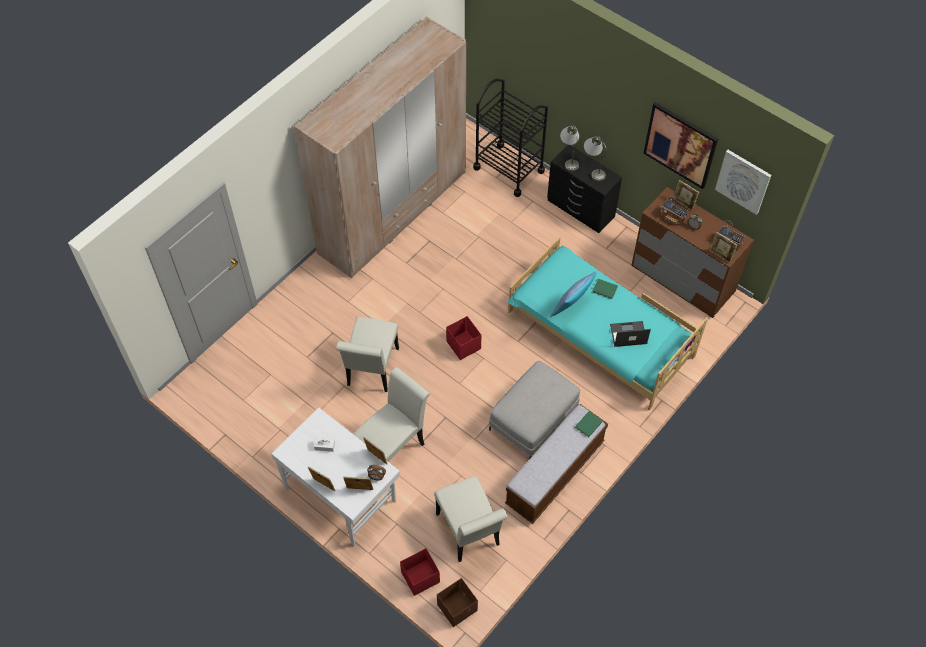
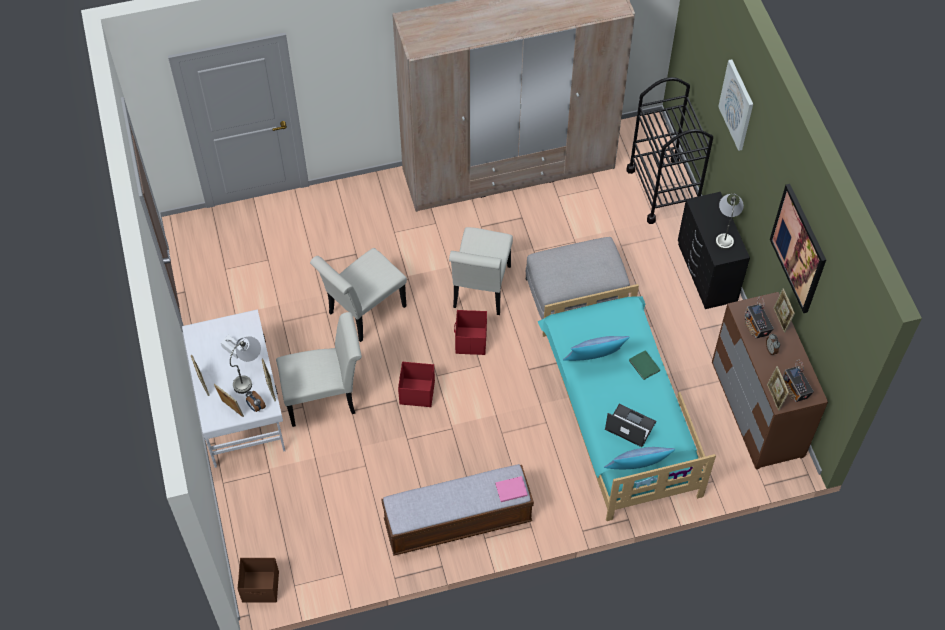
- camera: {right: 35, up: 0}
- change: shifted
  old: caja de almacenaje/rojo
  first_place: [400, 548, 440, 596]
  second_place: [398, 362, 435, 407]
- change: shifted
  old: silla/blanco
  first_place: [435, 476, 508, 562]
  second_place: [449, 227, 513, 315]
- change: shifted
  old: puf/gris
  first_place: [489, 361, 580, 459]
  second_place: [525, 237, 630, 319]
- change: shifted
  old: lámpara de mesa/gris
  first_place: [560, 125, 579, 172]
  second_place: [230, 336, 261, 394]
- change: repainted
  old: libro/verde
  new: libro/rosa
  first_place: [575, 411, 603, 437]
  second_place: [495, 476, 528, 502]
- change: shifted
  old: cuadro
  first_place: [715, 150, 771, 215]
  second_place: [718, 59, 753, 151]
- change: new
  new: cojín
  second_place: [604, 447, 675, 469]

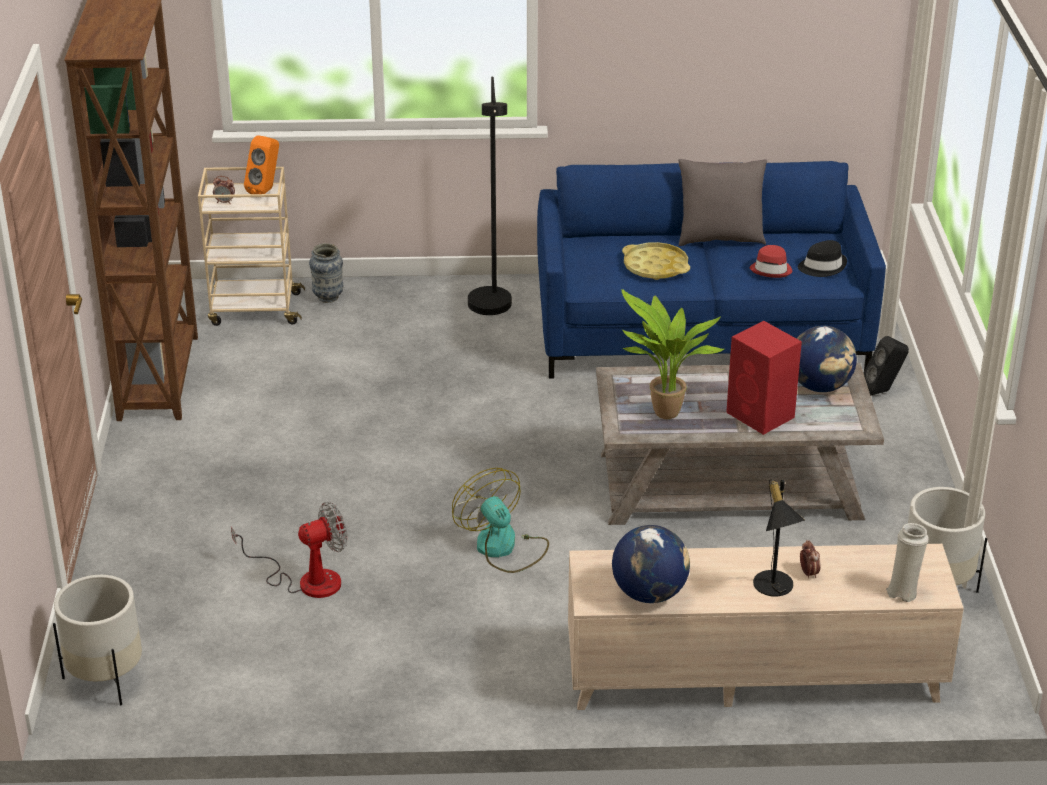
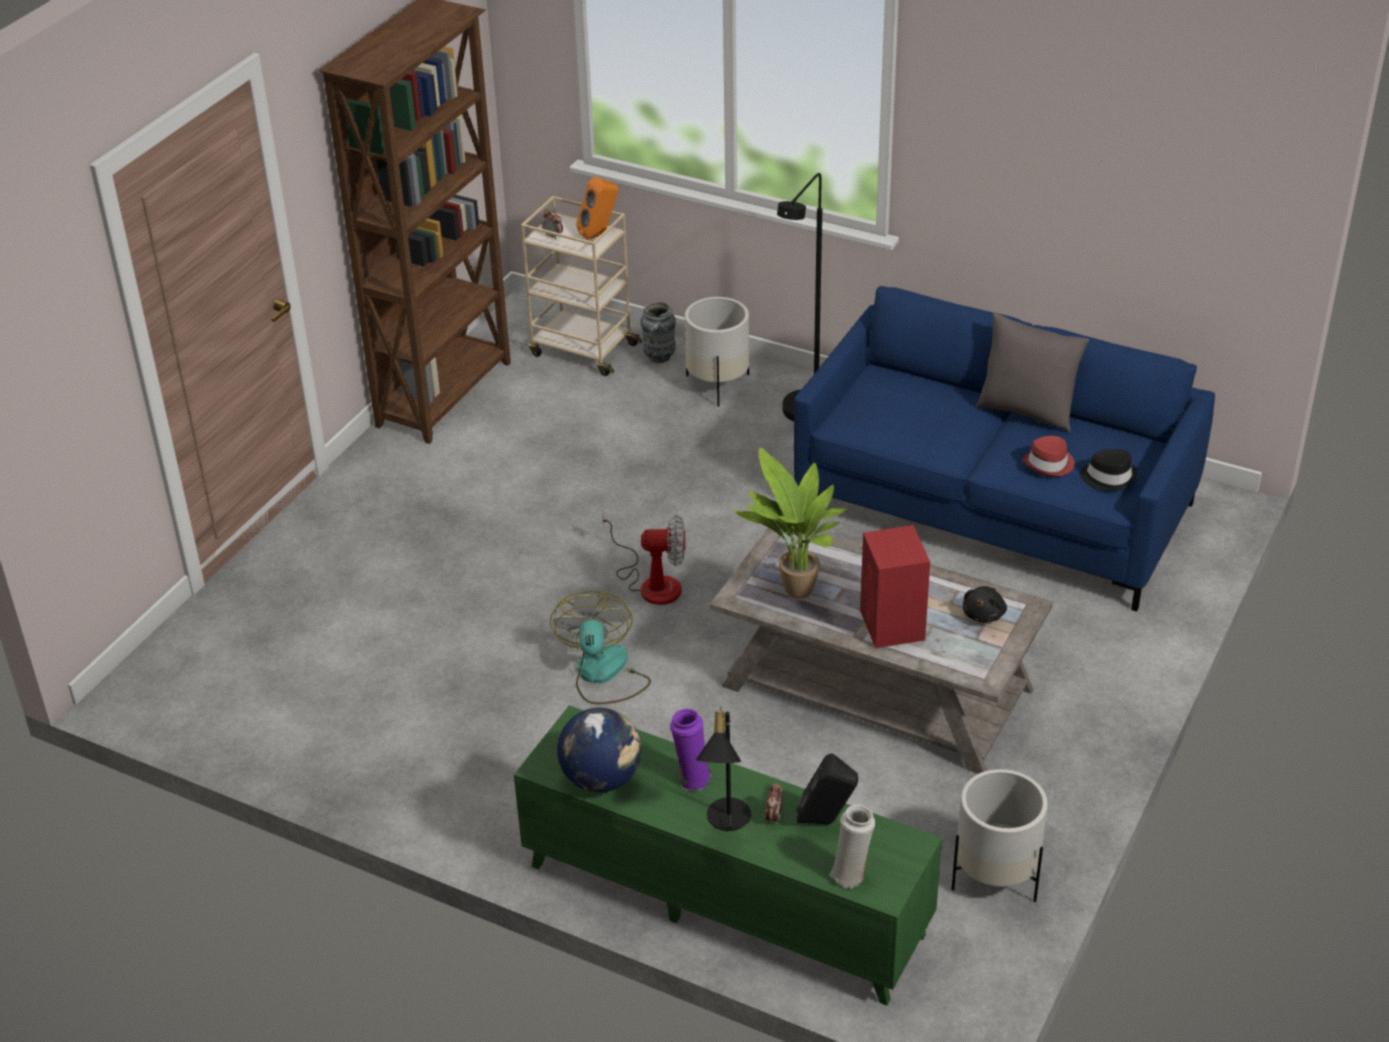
- camera: {right: 30, up: 5}
- change: shifted
  old: maceta/blanco
  first_place: [53, 575, 142, 706]
  second_place: [685, 297, 750, 407]
- change: shifted
  old: ventilador
  first_place: [231, 502, 348, 598]
  second_place: [602, 511, 685, 605]
- change: repainted
  old: mueble de televisión/beis
  new: mueble de televisión/verde
  first_place: [568, 544, 964, 710]
  second_place: [514, 705, 942, 1006]
- change: gone
  old: bandeja/amarillo
  first_place: [622, 242, 690, 280]
- change: swapped
  old: globo terráqueo
  new: peluche/negro
  first_place: [796, 325, 857, 392]
  second_place: [963, 586, 1007, 623]
- change: shifted
  old: altavoz/negro
  first_place: [864, 336, 909, 396]
  second_place: [796, 753, 858, 825]
- change: new
  new: florero/morado
  second_place: [670, 709, 712, 791]

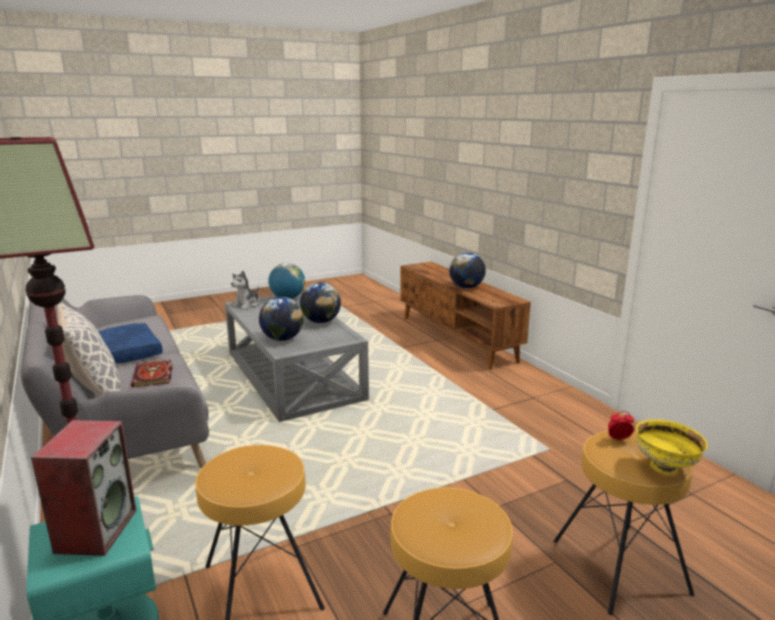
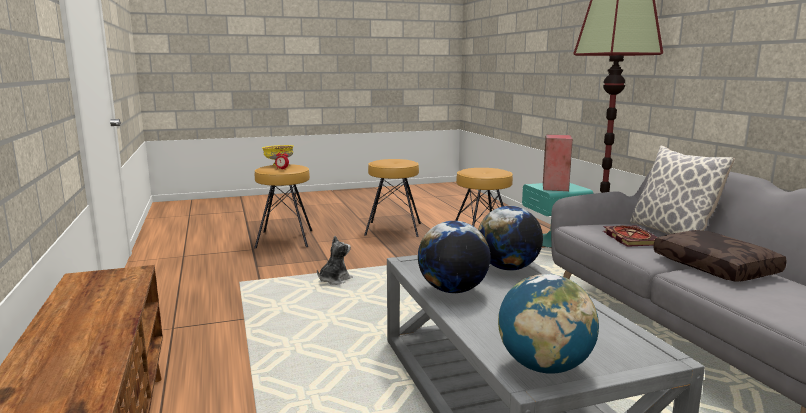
- camera: {right: -170, up: -5}
- change: repainted
  old: cojín/azul
  new: cojín/marrón
  first_place: [98, 323, 163, 364]
  second_place: [653, 230, 787, 282]
- change: shifted
  old: peluche
  first_place: [231, 270, 259, 310]
  second_place: [317, 236, 353, 285]
- change: gone
  old: globo terráqueo
  first_place: [449, 252, 486, 289]

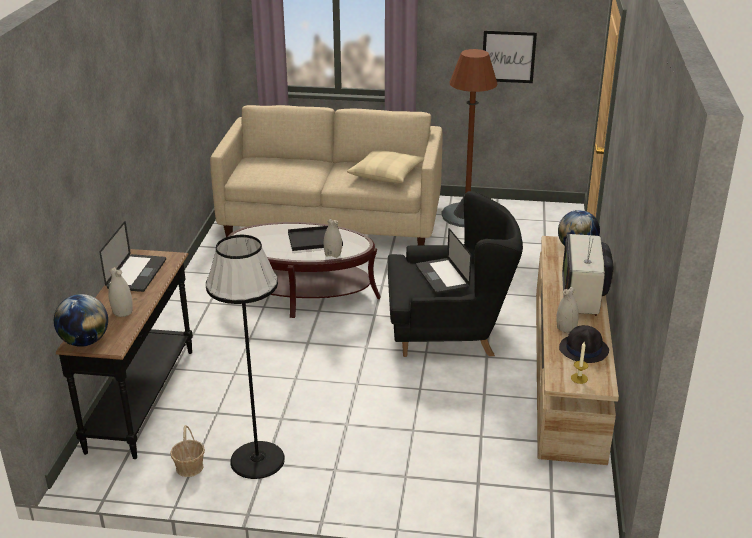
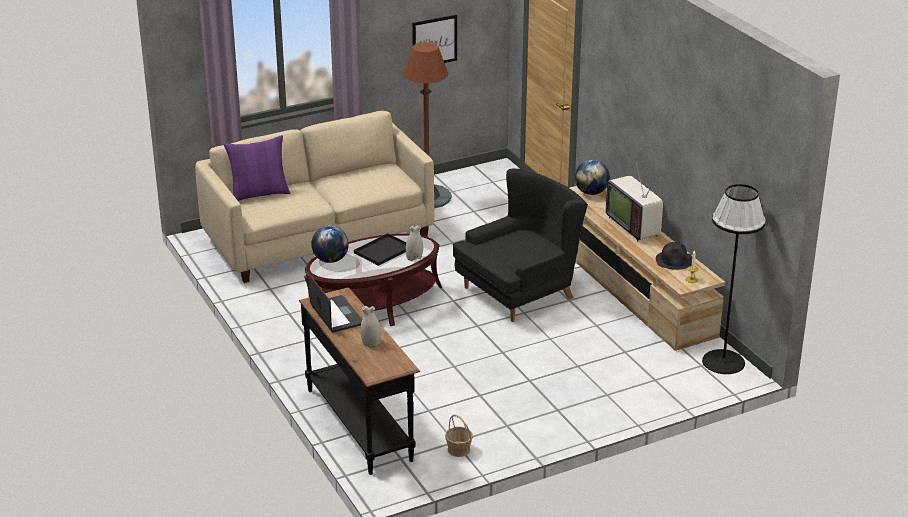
- camera: {right: -35, up: 0}
- change: shifted
  old: globo terráqueo
  first_place: [54, 294, 108, 347]
  second_place: [311, 226, 349, 263]
- change: shifted
  old: lámpara de pie/negro
  first_place: [206, 235, 285, 479]
  second_place: [702, 184, 766, 374]
- change: gone
  old: cojín/beis
  first_place: [347, 150, 424, 183]
- change: gone
  old: portátil
  first_place: [416, 228, 472, 294]
- change: gone
  old: florero/blanco
  first_place: [556, 287, 579, 333]
- change: new
  new: cojín/morado
  second_place: [224, 135, 290, 201]

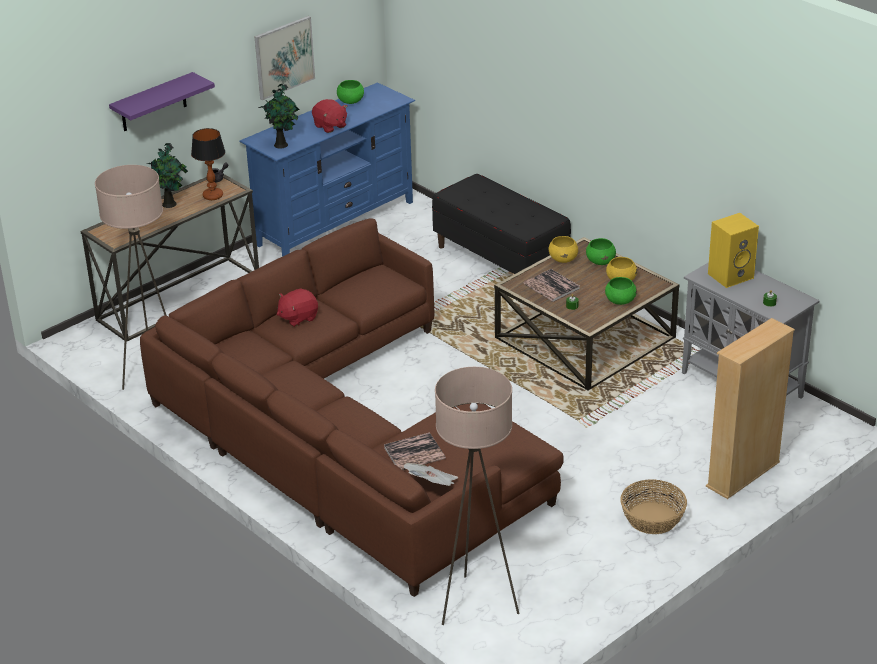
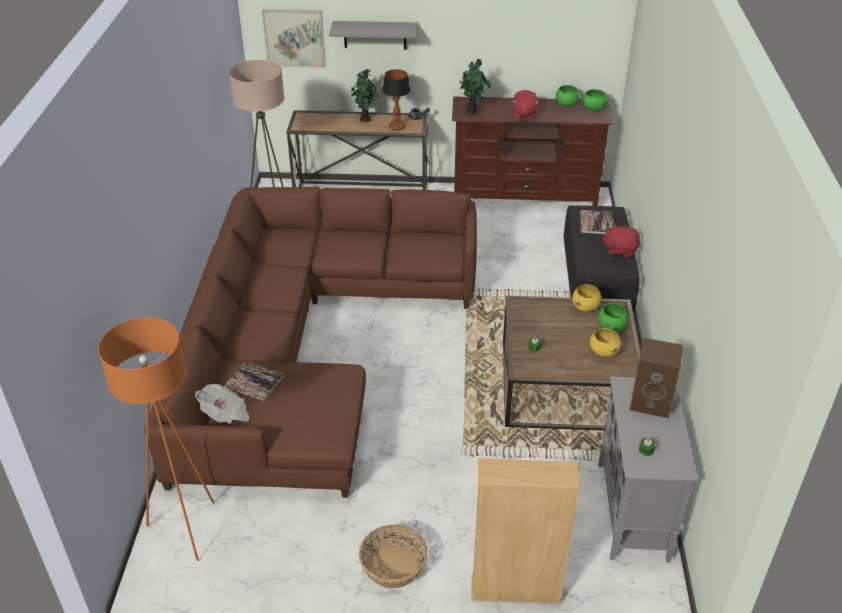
- camera: {right: 45, up: 5}
- change: repainted
  old: estante/morado
  new: estante/gris
  first_place: [109, 72, 215, 131]
  second_place: [329, 21, 417, 49]
- change: repainted
  old: mueble de televisión/azul
  new: mueble de televisión/marrón
  first_place: [239, 82, 415, 257]
  second_place: [452, 96, 614, 206]
- change: shifted
  old: cuadro
  first_place: [254, 16, 315, 100]
  second_place: [262, 9, 326, 68]
- change: shifted
  old: peluche/rojo
  first_place: [277, 288, 318, 327]
  second_place: [602, 224, 640, 258]
- change: repainted
  old: lámpara de pie/beis
  new: lámpara de pie/naranja
  first_place: [435, 367, 519, 625]
  second_place: [98, 317, 214, 561]
- change: shifted
  old: libro
  first_place: [523, 269, 580, 302]
  second_place: [580, 210, 614, 234]
- change: shifted
  old: cuenco/verde
  first_place: [605, 277, 637, 305]
  second_place: [583, 89, 607, 111]
- change: repainted
  old: altavoz/amarillo
  new: altavoz/marrón
  first_place: [708, 213, 759, 288]
  second_place: [630, 338, 683, 418]

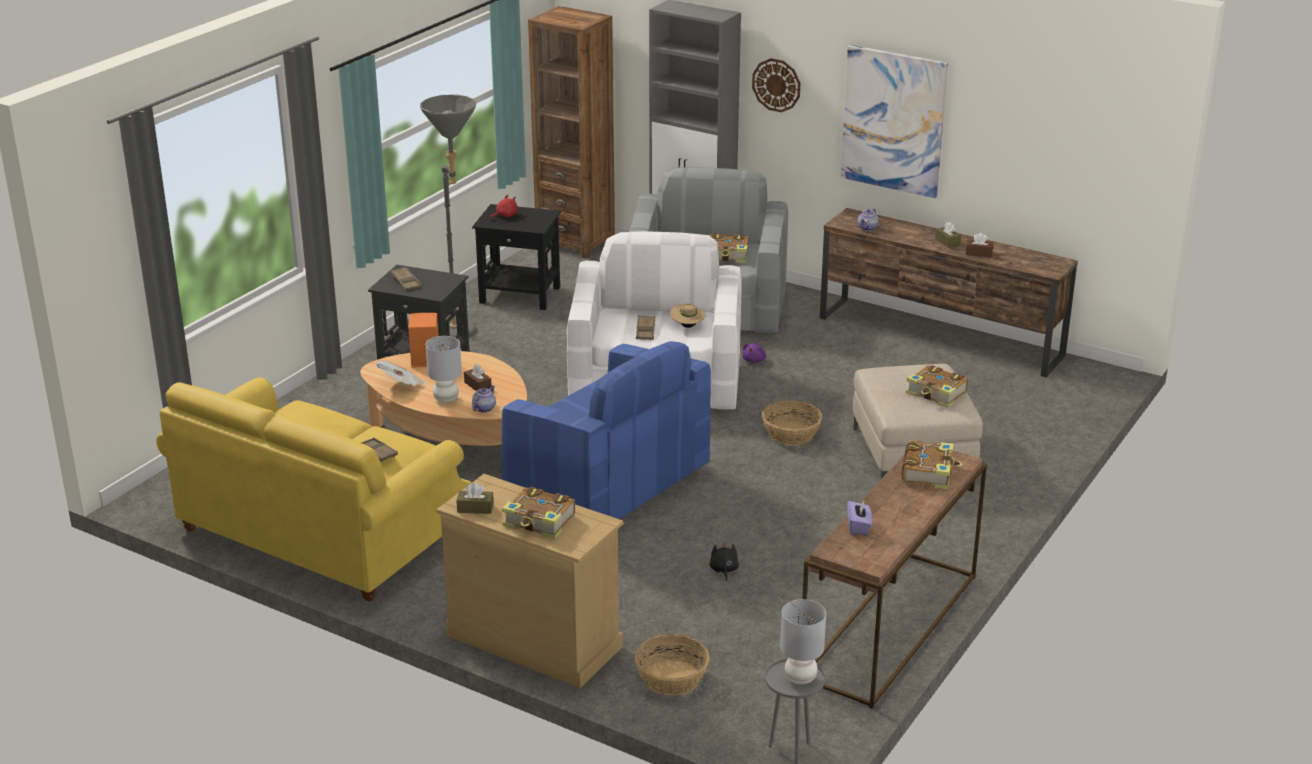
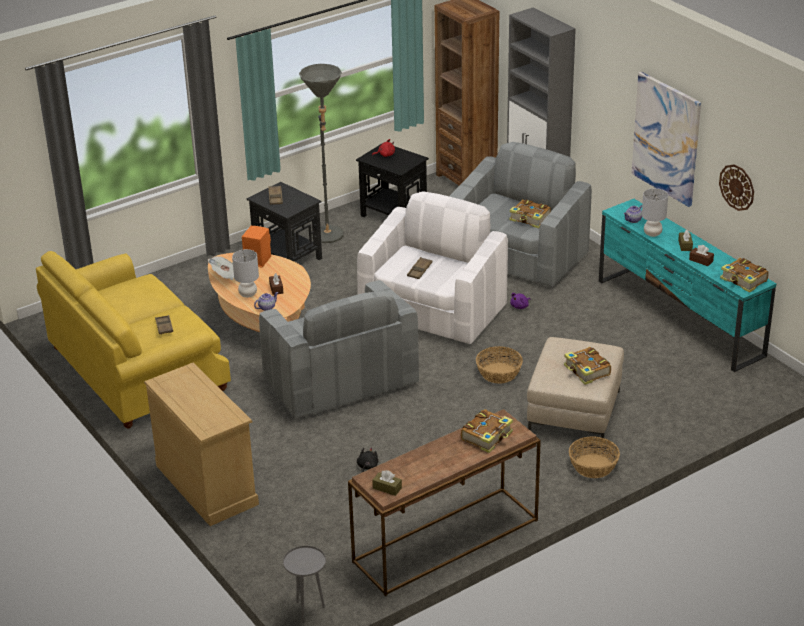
- camera: {right: 25, up: 5}
- change: shifted
  old: caja de pañuelos/marrón
  first_place: [457, 483, 494, 514]
  second_place: [372, 470, 402, 496]
- change: repainted
  old: sillón/azul
  new: sillón/gris
  first_place: [502, 341, 711, 519]
  second_place: [259, 280, 419, 419]
- change: shifted
  old: libro
  first_place: [502, 487, 575, 539]
  second_place: [720, 258, 769, 293]
- change: shifted
  old: cesta
  first_place: [635, 634, 710, 695]
  second_place: [569, 436, 620, 478]
- change: gone
  old: sombrero/beis
  first_place: [670, 303, 705, 328]
- change: shifted
  old: reloj de pared
  first_place: [752, 58, 800, 112]
  second_place: [719, 164, 754, 211]
- change: shifted
  old: lámpara de mesa/gris
  first_place: [780, 599, 826, 684]
  second_place: [642, 188, 668, 237]
- change: repainted
  old: mueble de televisión/marrón
  new: mueble de televisión/turquesa
  first_place: [820, 208, 1078, 378]
  second_place: [599, 199, 776, 372]
- change: gone
  old: caja de pañuelos/morado
  first_place: [847, 500, 872, 534]

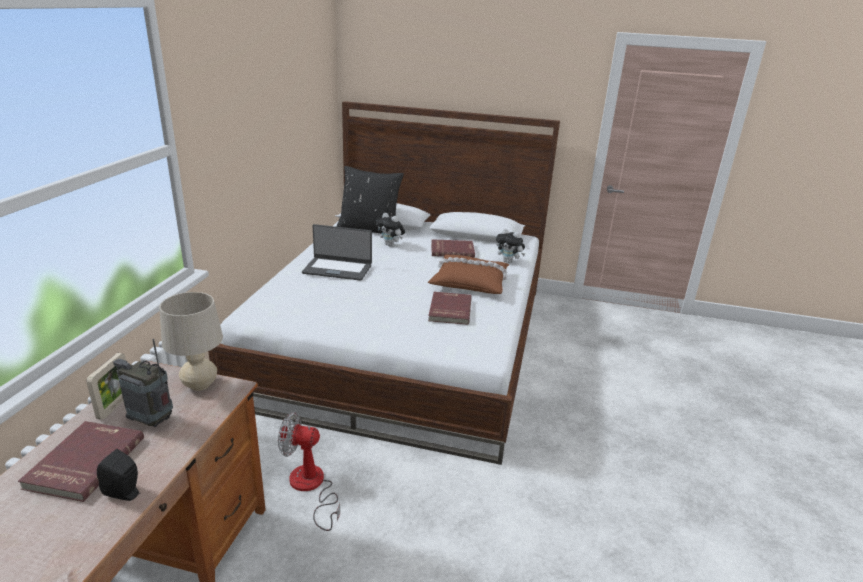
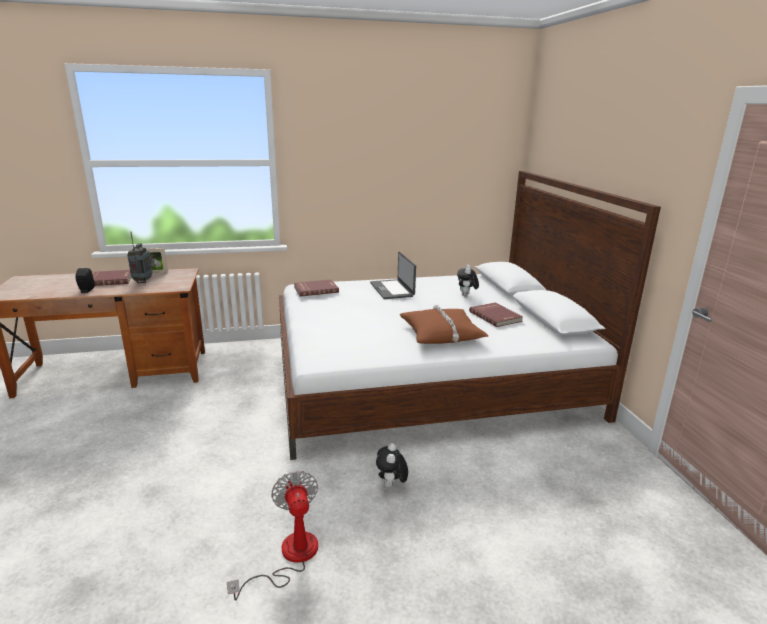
- camera: {right: 65, up: -5}
- change: gone
  old: lámpara de mesa/beis
  first_place: [159, 292, 223, 391]
- change: shifted
  old: ventilador
  first_place: [278, 412, 340, 531]
  second_place: [227, 471, 318, 601]
- change: gone
  old: cojín/negro
  first_place: [337, 166, 404, 233]
- change: shifted
  old: libro/rojo
  first_place: [428, 292, 472, 325]
  second_place: [294, 279, 339, 297]
- change: shifted
  old: peluche
  first_place: [496, 229, 525, 263]
  second_place: [376, 443, 408, 488]

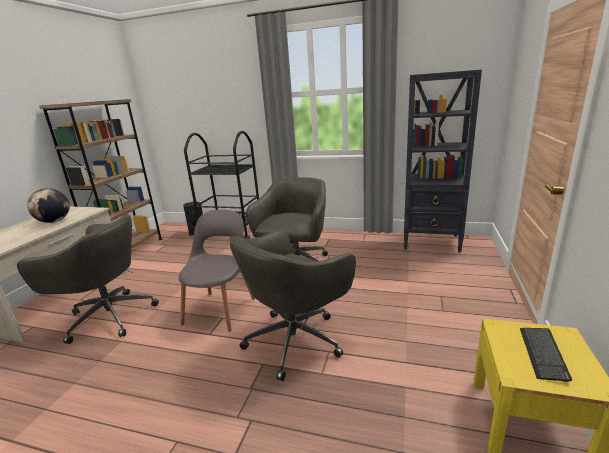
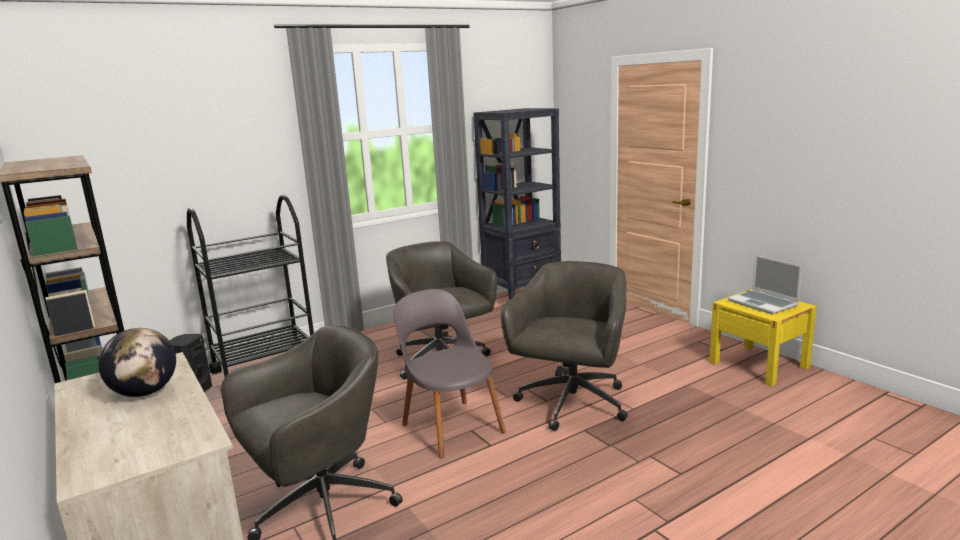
- camera: {right: -50, up: -5}
- change: rotated
  old: silla de oficina/gris
  first_place: [229, 230, 356, 381]
  second_place: [501, 261, 628, 431]
  degrees: -150
- change: swapped
  old: teclado
  new: portátil
  first_place: [520, 328, 572, 382]
  second_place: [728, 255, 802, 314]

